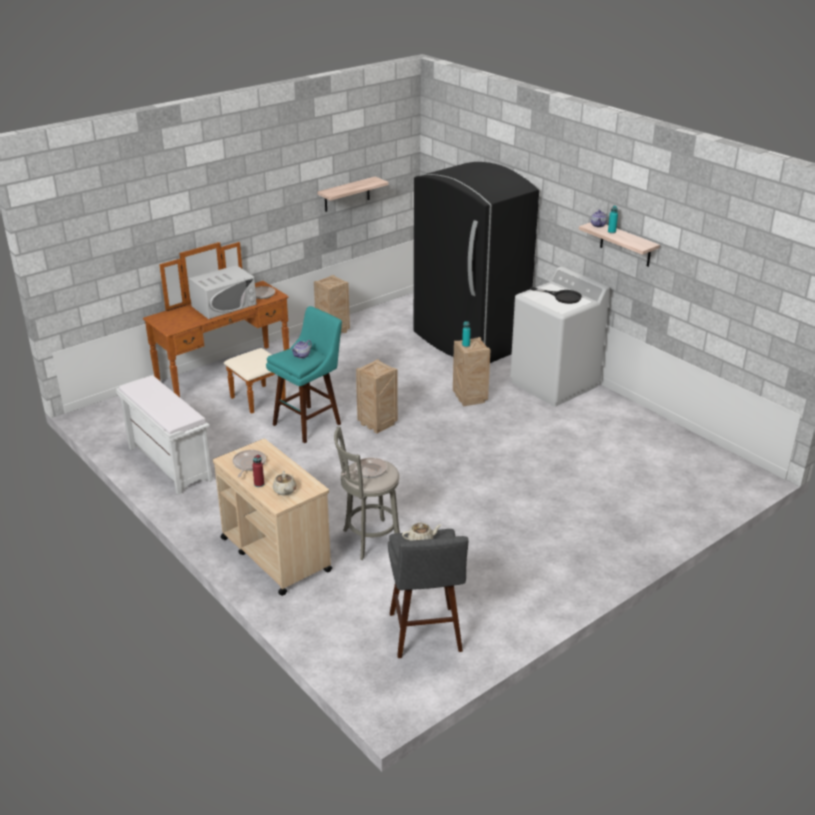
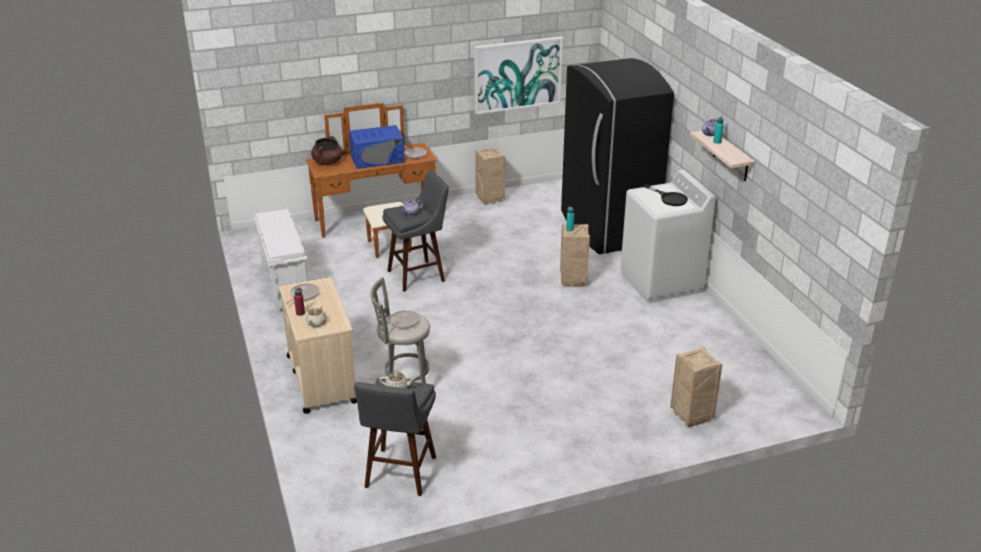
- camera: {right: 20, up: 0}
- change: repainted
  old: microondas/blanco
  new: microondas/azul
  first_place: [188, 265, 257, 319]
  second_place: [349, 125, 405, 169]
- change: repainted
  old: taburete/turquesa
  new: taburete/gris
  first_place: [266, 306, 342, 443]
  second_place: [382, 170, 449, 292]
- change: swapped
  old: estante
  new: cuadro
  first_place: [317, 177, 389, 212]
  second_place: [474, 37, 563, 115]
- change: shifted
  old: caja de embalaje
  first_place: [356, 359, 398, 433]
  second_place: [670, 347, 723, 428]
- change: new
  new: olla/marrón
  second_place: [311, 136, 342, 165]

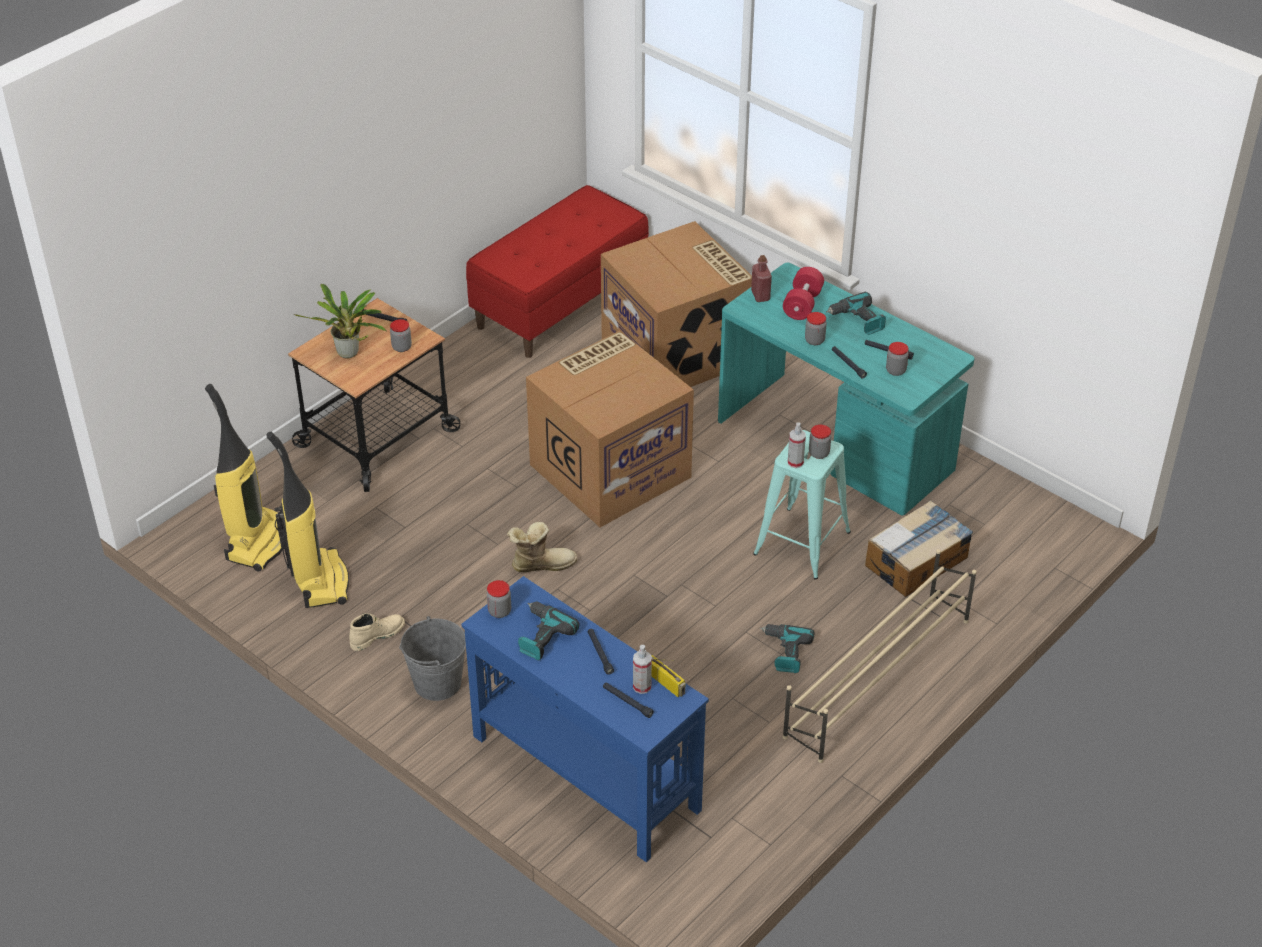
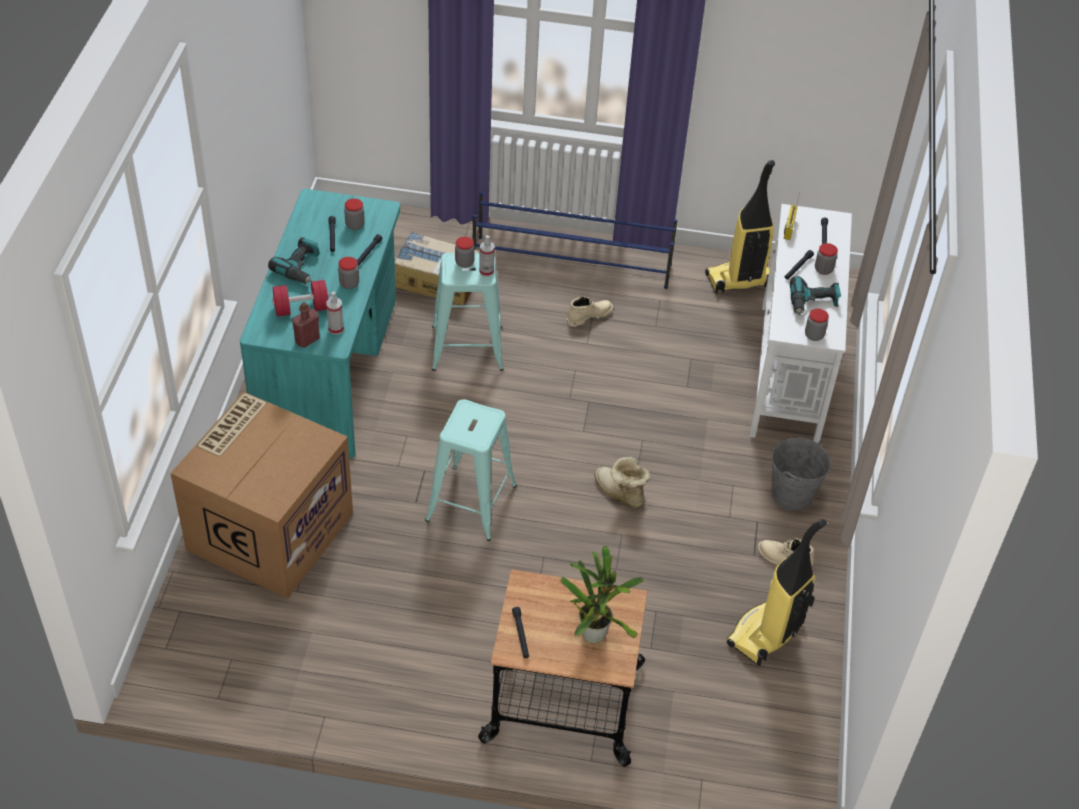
- camera: {right: -125, up: 5}
- change: shifted
  old: aspiradora
  first_place: [205, 384, 284, 571]
  second_place: [705, 160, 775, 294]
- change: shifted
  old: tarro
  first_place: [390, 319, 412, 352]
  second_place: [815, 243, 838, 275]
- change: repainted
  old: mesa consola/azul
  new: mesa consola/blanco
  first_place: [461, 576, 709, 862]
  second_place: [750, 204, 852, 443]
- change: gone
  old: banco/rojo
  first_place: [466, 185, 649, 358]
- change: swapped
  old: caja de cartón
  new: taburete/turquesa
  first_place: [526, 331, 694, 527]
  second_place: [425, 399, 517, 541]
- change: shifted
  old: pulverizador
  first_place: [633, 645, 652, 694]
  second_place: [326, 291, 344, 335]
- change: swapped
  old: taladro
  new: bota/beis
  first_place: [760, 624, 815, 673]
  second_place: [567, 296, 613, 327]
- change: repainted
  old: zapatero/beis
  new: zapatero/azul
  first_place: [783, 549, 977, 763]
  second_place: [473, 192, 678, 289]

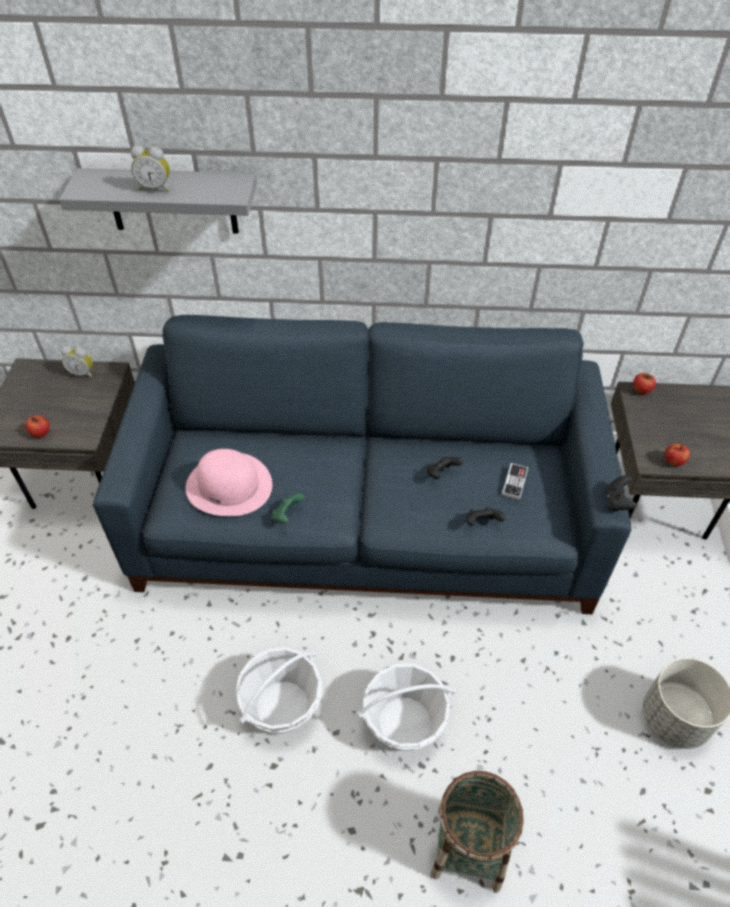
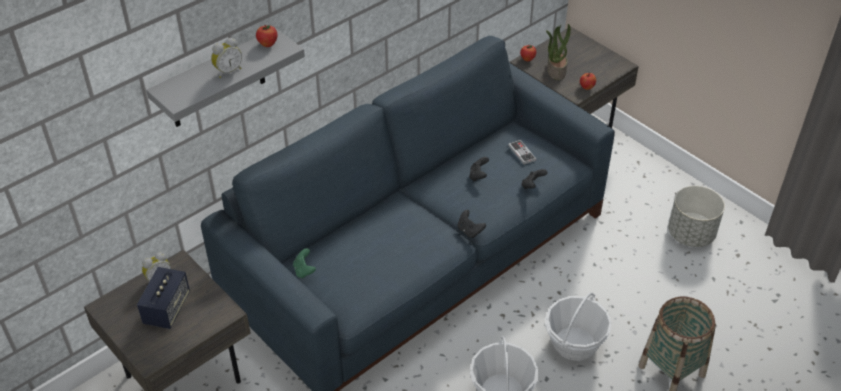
- camera: {right: -45, up: -5}
- change: shifted
  old: manzana
  first_place: [26, 415, 50, 438]
  second_place: [256, 25, 277, 47]
- change: gone
  old: sombrero/rosa
  first_place: [186, 449, 272, 516]
- change: shifted
  old: mando de consola/verde
  first_place: [272, 493, 305, 524]
  second_place: [293, 248, 316, 279]
- change: shifted
  old: mando de consola/negro
  first_place: [605, 475, 637, 511]
  second_place: [458, 210, 486, 238]
- change: new
  new: altavoz
  second_place: [137, 267, 190, 329]
- change: new
  new: planta en maceta
  second_place: [546, 24, 571, 80]

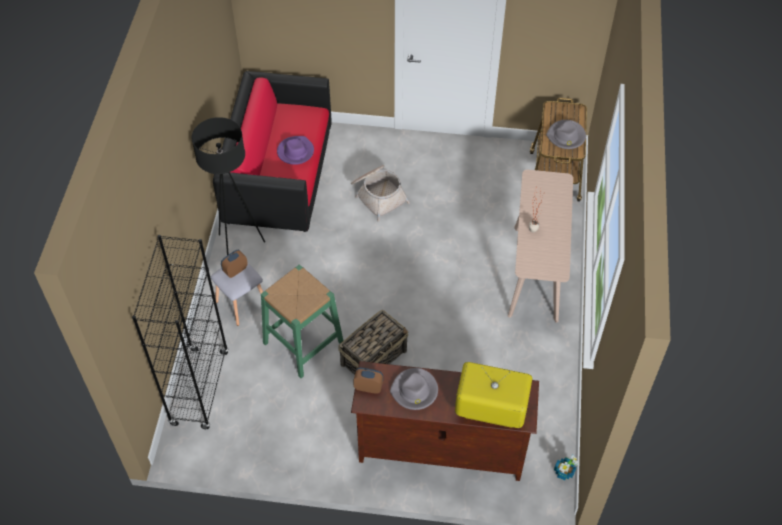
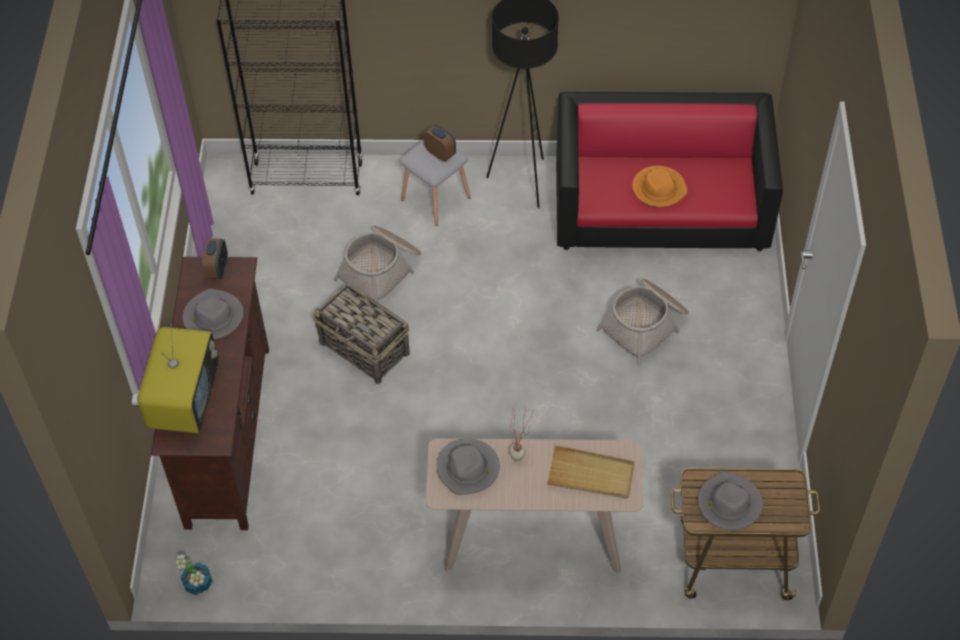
- camera: {right: 85, up: 0}
- change: swapped
  old: taburete/verde
  new: cesta
  first_place: [261, 265, 344, 378]
  second_place: [334, 225, 421, 302]
- change: repainted
  old: sombrero/morado
  new: sombrero/naranja
  first_place: [277, 136, 314, 165]
  second_place: [632, 166, 688, 207]
- change: new
  new: sombrero/gris
  second_place: [437, 439, 500, 495]
- change: new
  new: bandeja/beis
  second_place: [547, 445, 634, 499]

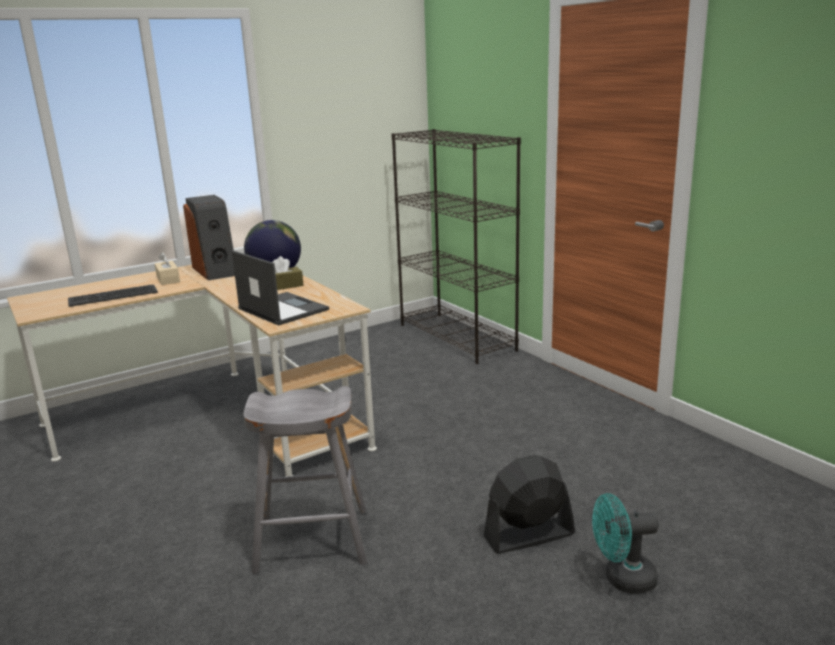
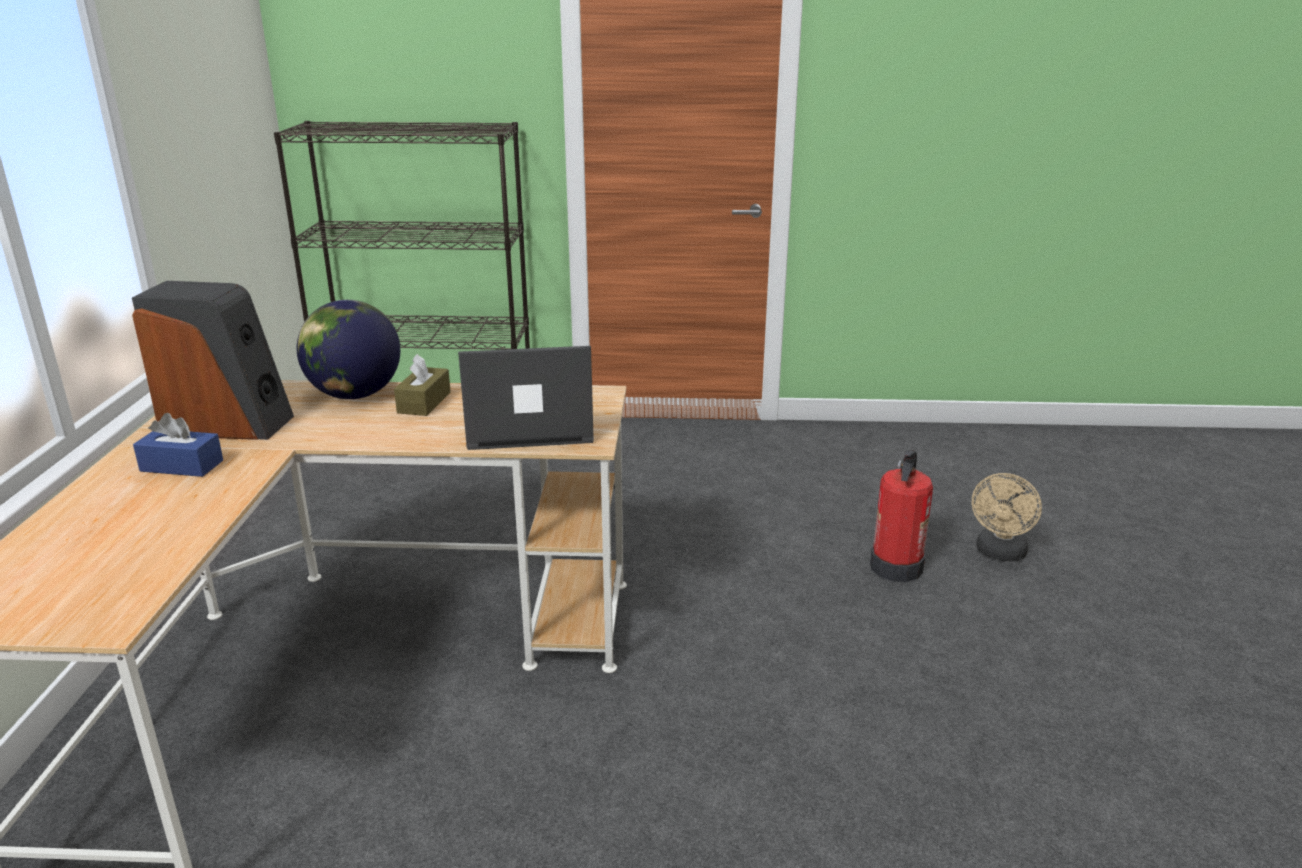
- camera: {right: -55, up: 5}
- change: gone
  old: teclado
  first_place: [68, 284, 158, 307]
- change: repainted
  old: caja de pañuelos/beis
  new: caja de pañuelos/azul
  first_place: [155, 252, 180, 285]
  second_place: [133, 413, 223, 477]
- change: gone
  old: taburete/gris
  first_place: [244, 386, 367, 574]
- change: swapped
  old: ventilador/negro
  new: extintor
  first_place: [484, 455, 575, 554]
  second_place: [870, 450, 933, 582]
- change: repainted
  old: ventilador/turquesa
  new: ventilador/beis
  first_place: [592, 493, 659, 593]
  second_place: [972, 473, 1042, 562]

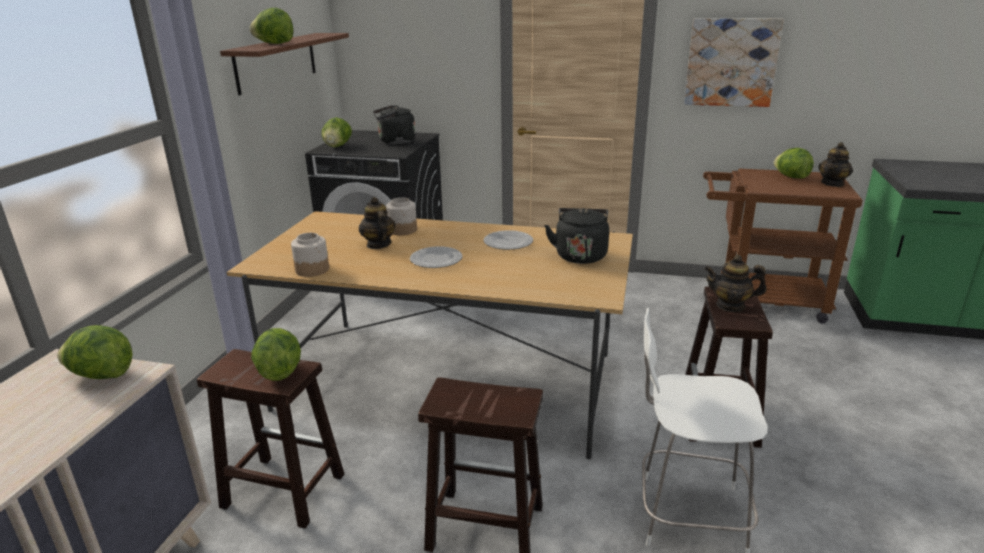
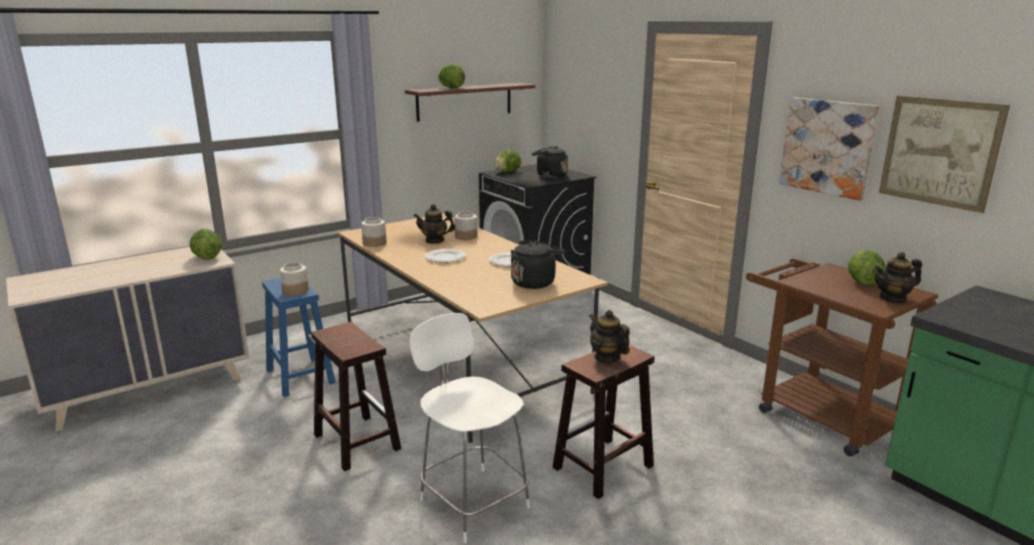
- camera: {right: 40, up: -5}
- change: repainted
  old: taburete/marrón
  new: taburete/azul
  first_place: [197, 349, 344, 529]
  second_place: [262, 278, 336, 397]
- change: swapped
  old: lechuga
  new: tarro
  first_place: [251, 328, 301, 381]
  second_place: [280, 262, 309, 296]
- change: rotated
  old: tetera
  first_place: [359, 197, 396, 249]
  second_place: [414, 204, 455, 244]
  degrees: -105
- change: new
  new: cuadro
  second_place: [879, 96, 1010, 213]

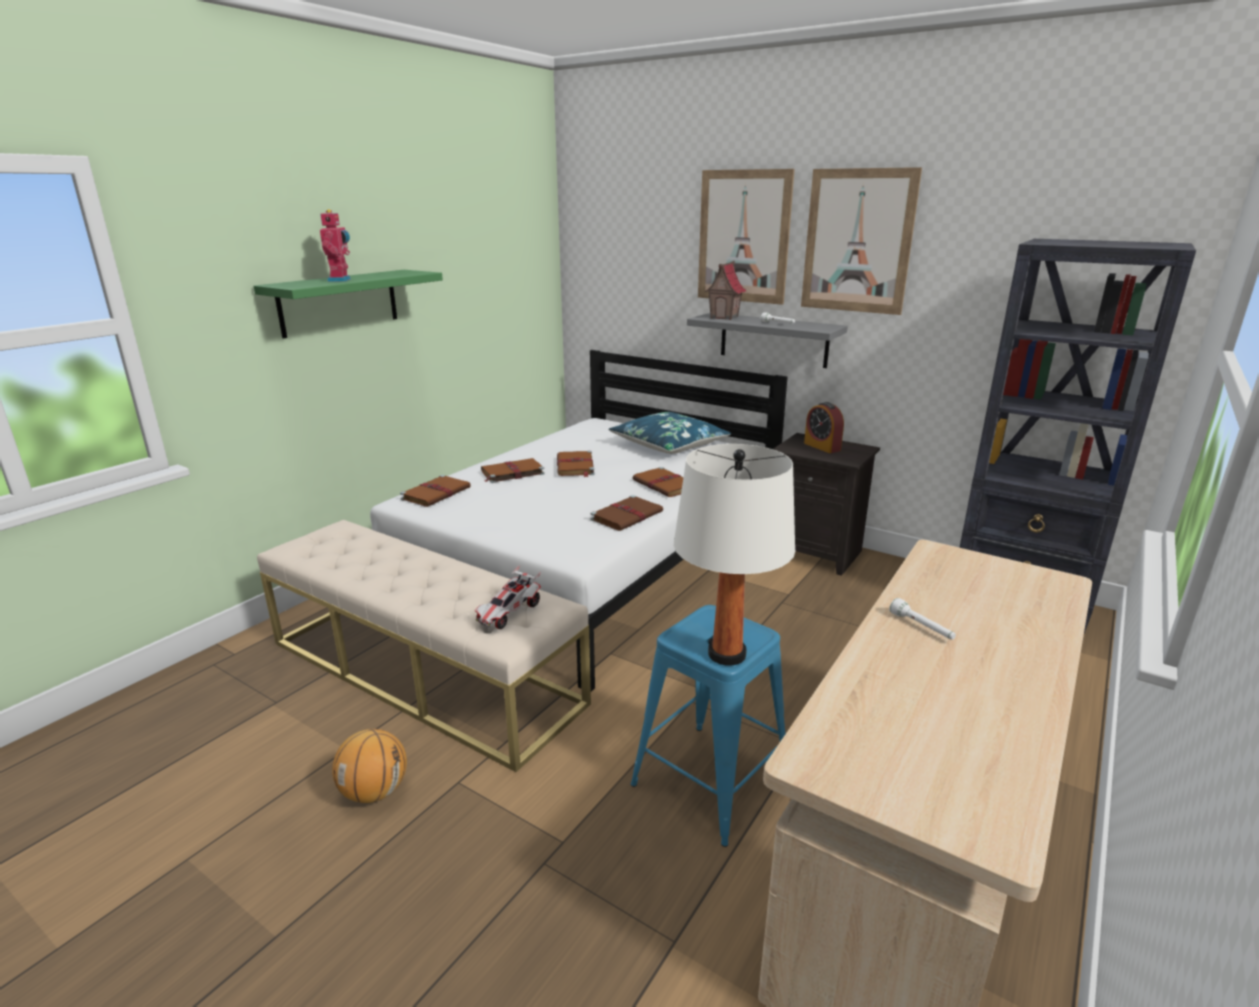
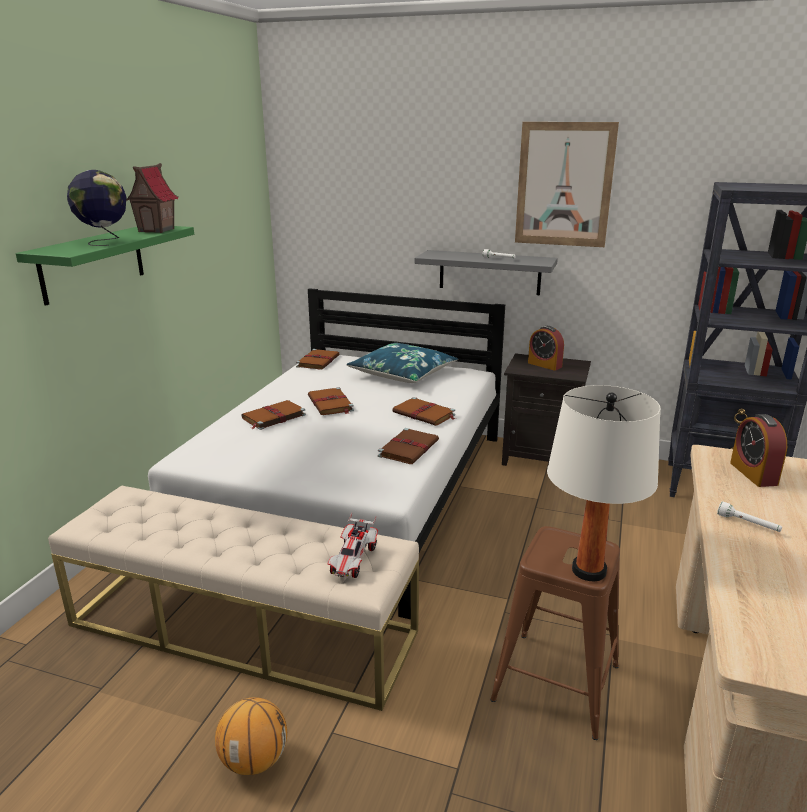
- camera: {right: -15, up: 0}
- change: swapped
  old: robot de juguete
  new: globo terráqueo
  first_place: [320, 209, 351, 282]
  second_place: [67, 170, 126, 246]
- change: shifted
  old: libro/marrón
  first_place: [400, 475, 471, 507]
  second_place: [296, 349, 340, 370]
- change: repainted
  old: taburete/azul
  new: taburete/marrón
  first_place: [631, 605, 785, 847]
  second_place: [490, 526, 620, 740]
- change: gone
  old: cuadro
  first_place: [698, 169, 795, 305]
- change: shifted
  old: casita
  first_place: [705, 261, 746, 320]
  second_place: [126, 163, 178, 233]
- change: new
  new: despertador
  second_place: [730, 414, 787, 487]

